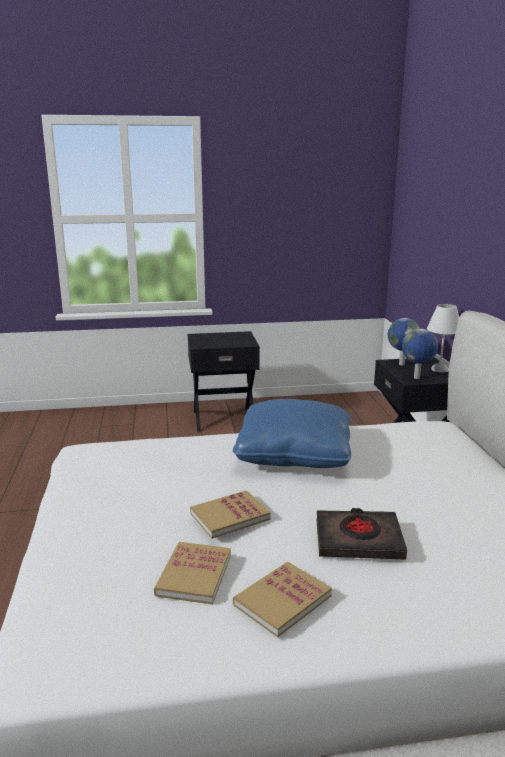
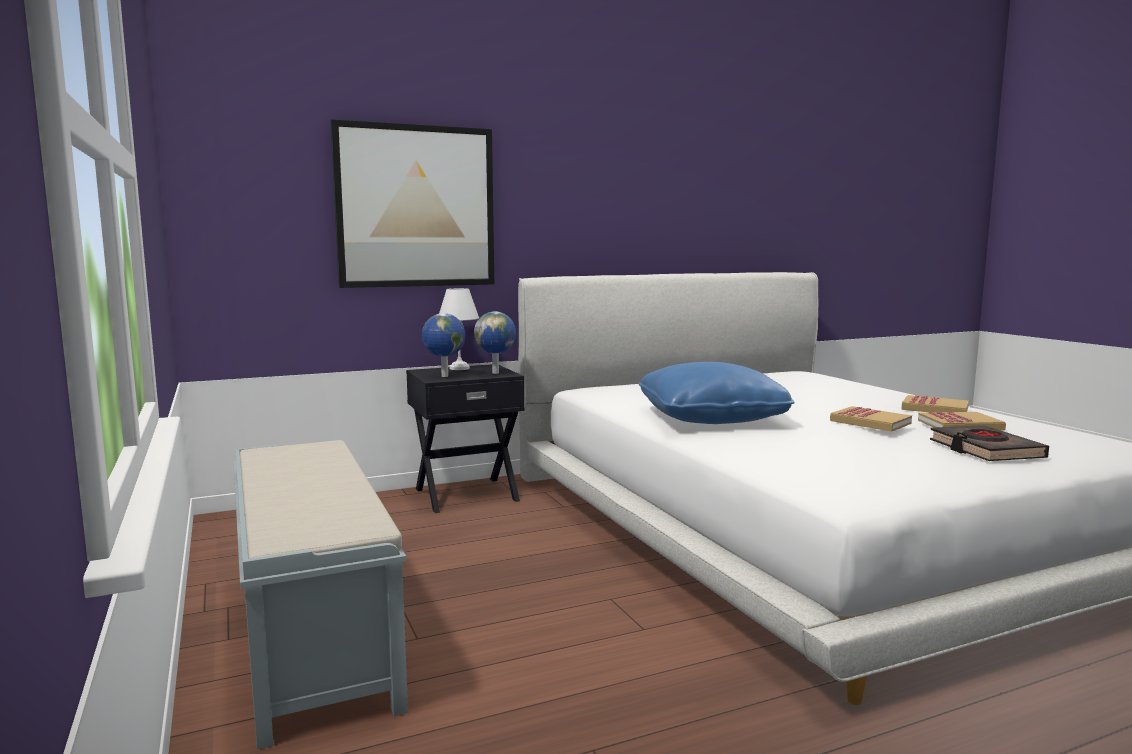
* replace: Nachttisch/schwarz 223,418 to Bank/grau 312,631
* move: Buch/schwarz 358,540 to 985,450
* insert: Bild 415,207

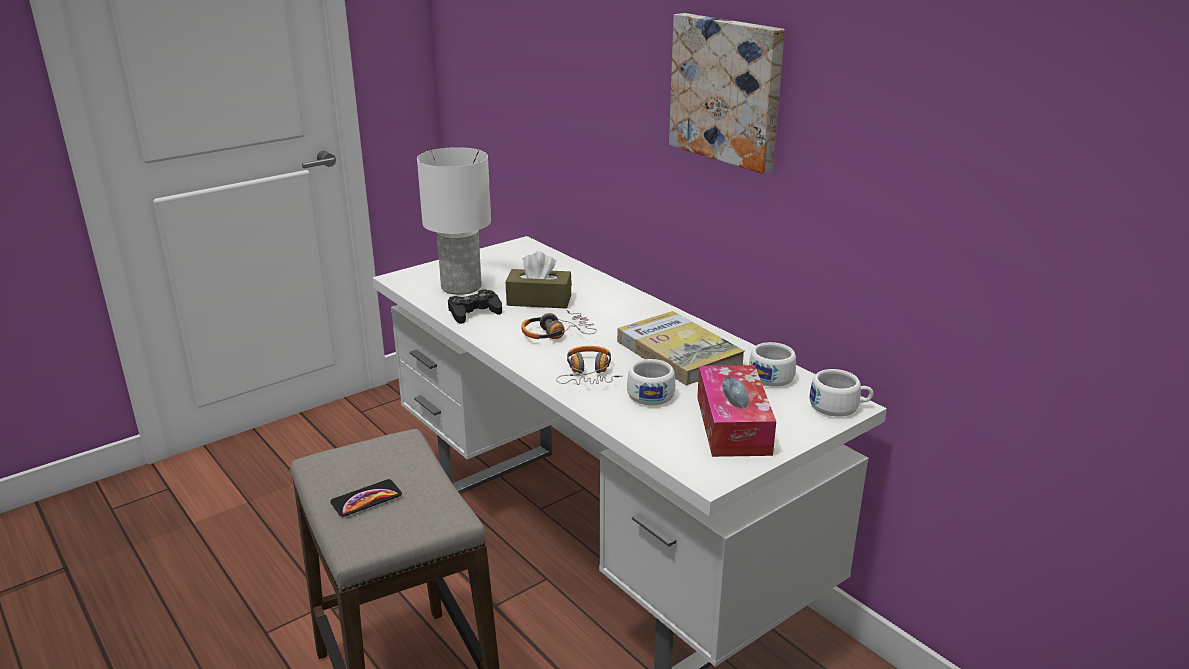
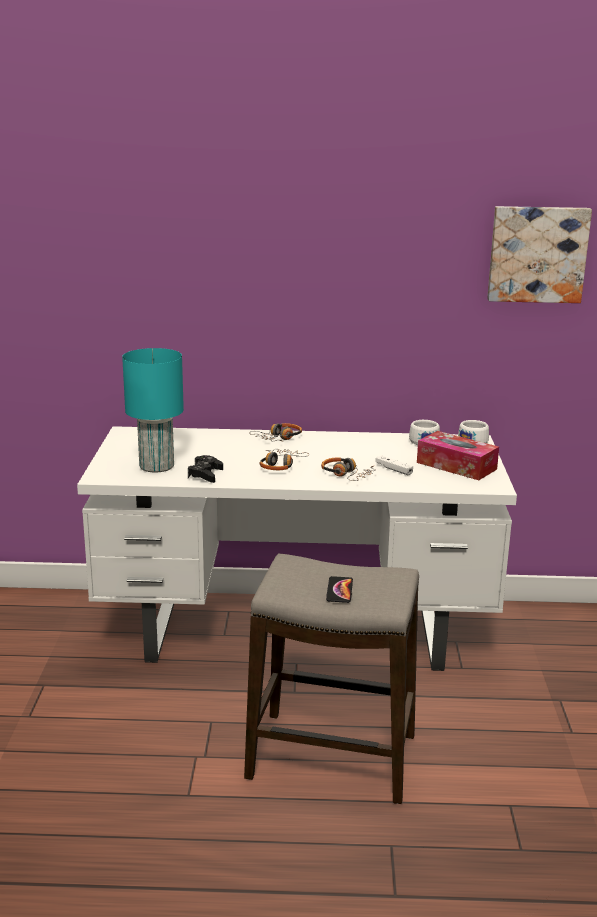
* recolor: Tischlampe/weiß 460,287 to Tischlampe/türkis 156,466
* delete: Taschentuchbox/braun 539,300
* delete: Buch 678,352
* replace: Tasse/weiß 650,393 to Gamepad/weiß 393,469
* move: Bild 728,90 to 537,254
* insert: Kopfhörer 278,438

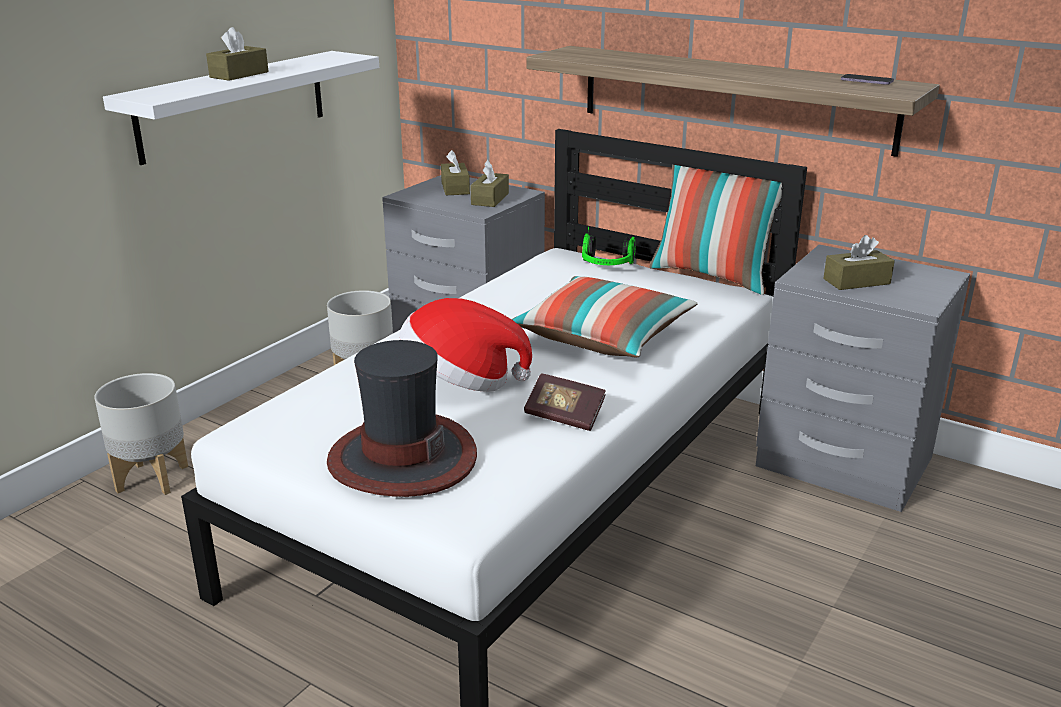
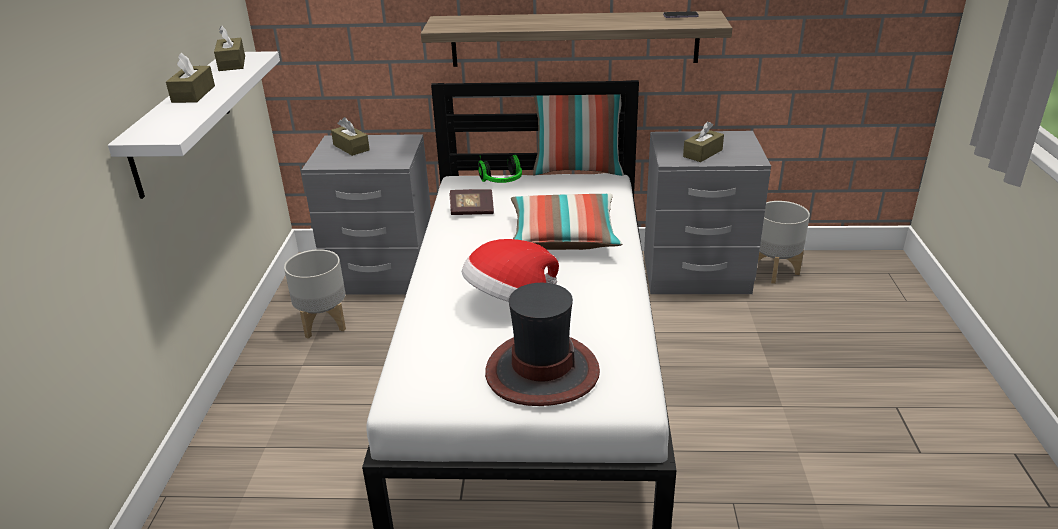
* move: Pflanzkübel/grau 152,478 to 773,270
* move: Taschentuchbox/braun 490,199 to 232,63
* move: Buch 564,416 to 472,211

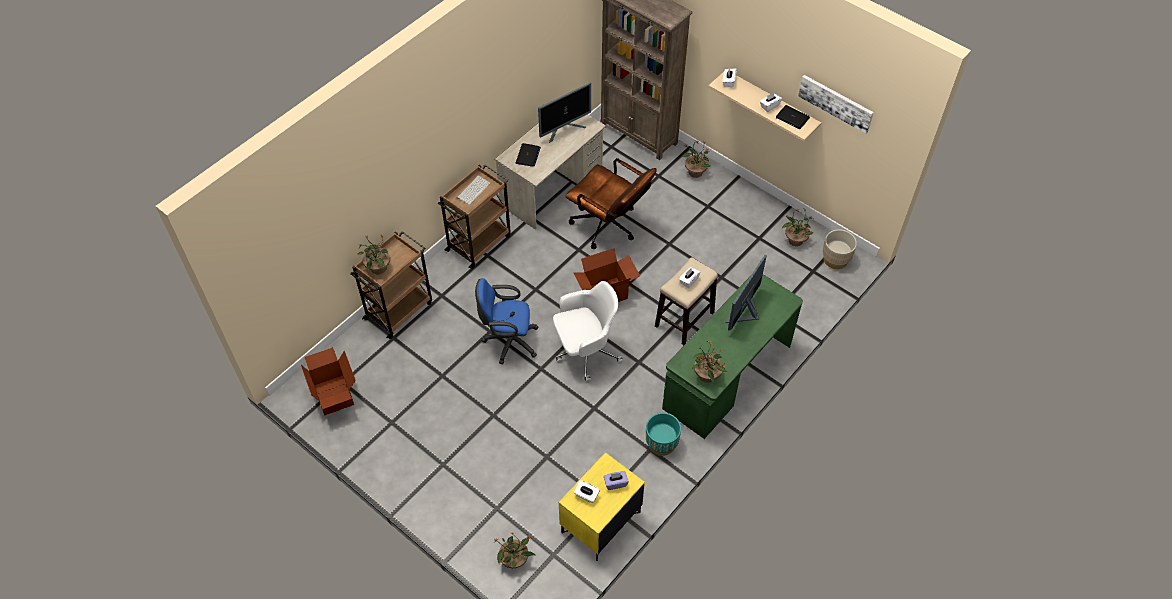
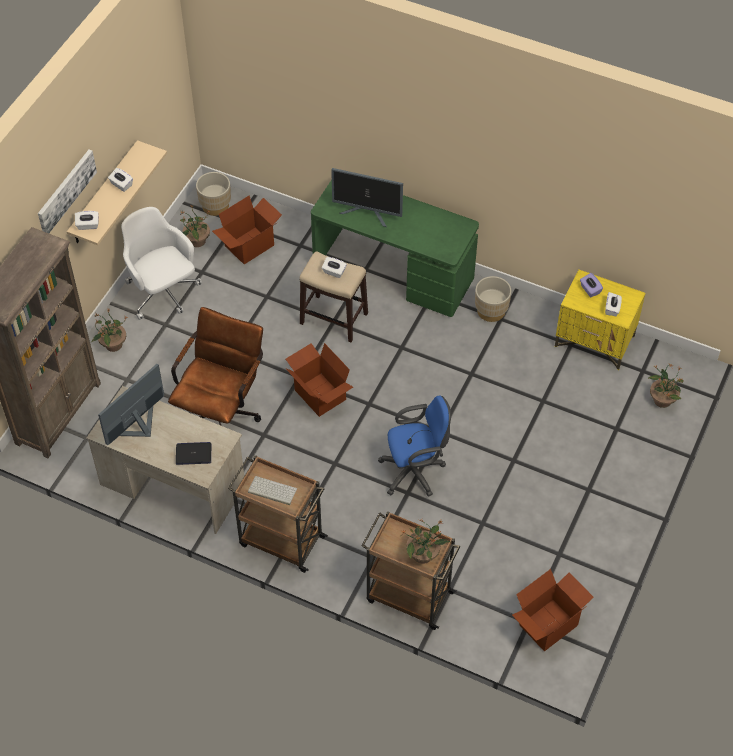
* rotate: Bürostuhl/blau 508,341 = 415,471 90 degrees counterclockwise
* rotate: Monitor 564,129 = 138,427 90 degrees counterclockwise
* move: Bürostuhl/weiß 585,351 to 163,293
* recolor: Pflanzkübel/türkis 661,443 to Pflanzkübel/beige 491,311
* delete: Topfpflanze 707,376
* delete: Laptop 792,118
* move: Bild 836,103 to 66,191
* insert: Karton 250,246

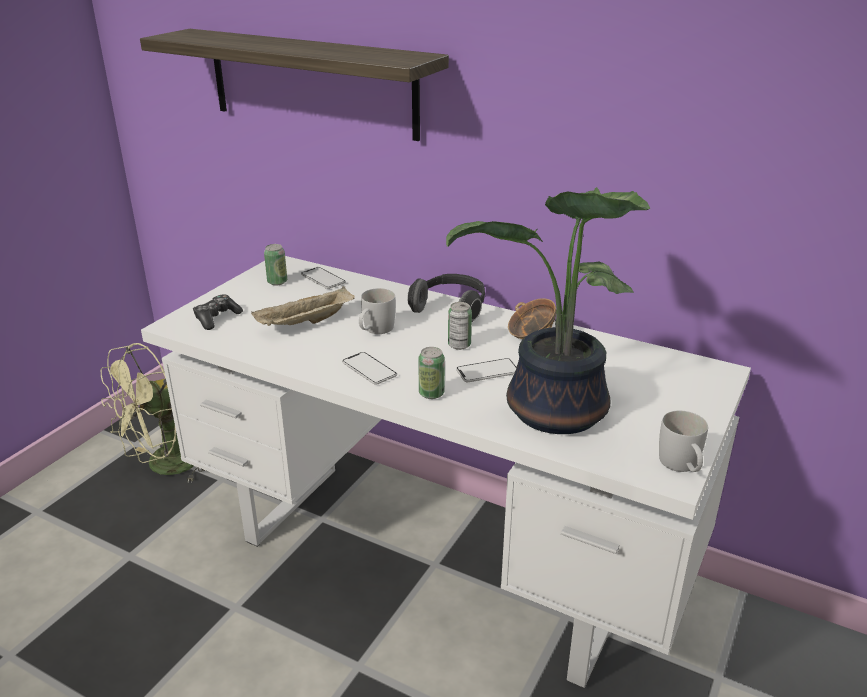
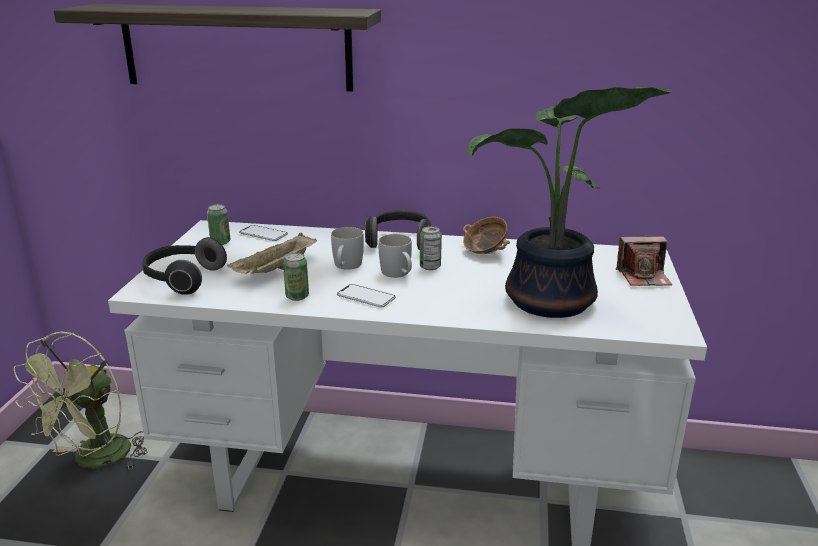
* replace: Gamepad 216,318 to Kopfhörer 183,279
* move: Dose 431,393 to 297,296
* delete: Handy 487,371
* move: Henkelbecher/weiß 681,466 to 398,274
* insert: Kamera 643,277

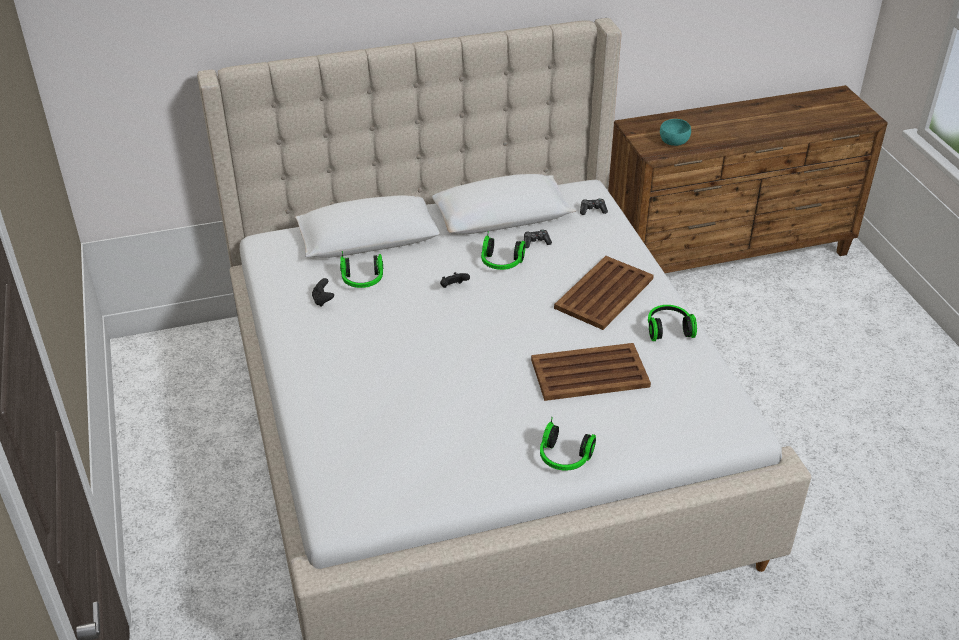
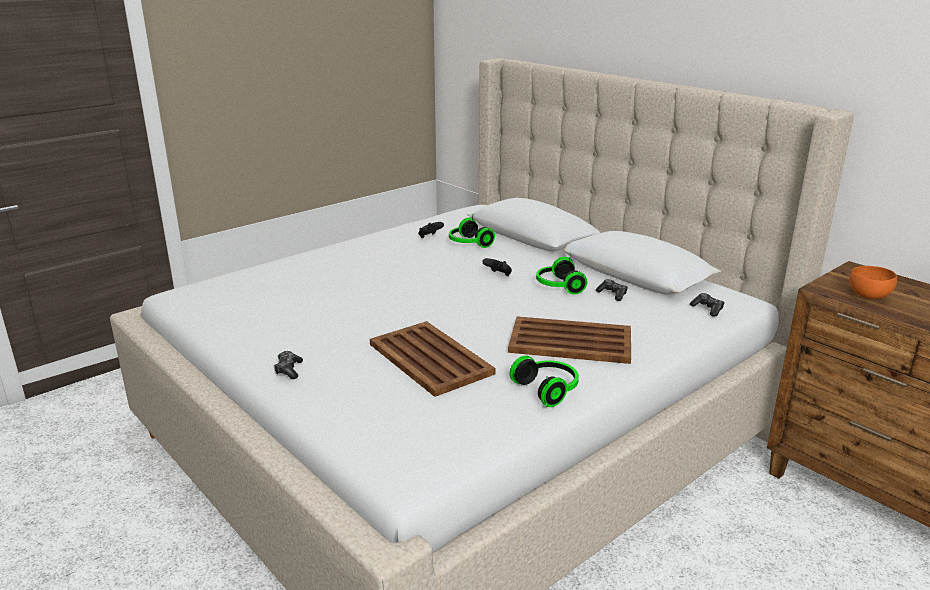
* replace: Kopfhörer 564,458 to Gamepad 288,370
* recolor: Schüssel/türkis 674,142 to Schüssel/orange 868,296

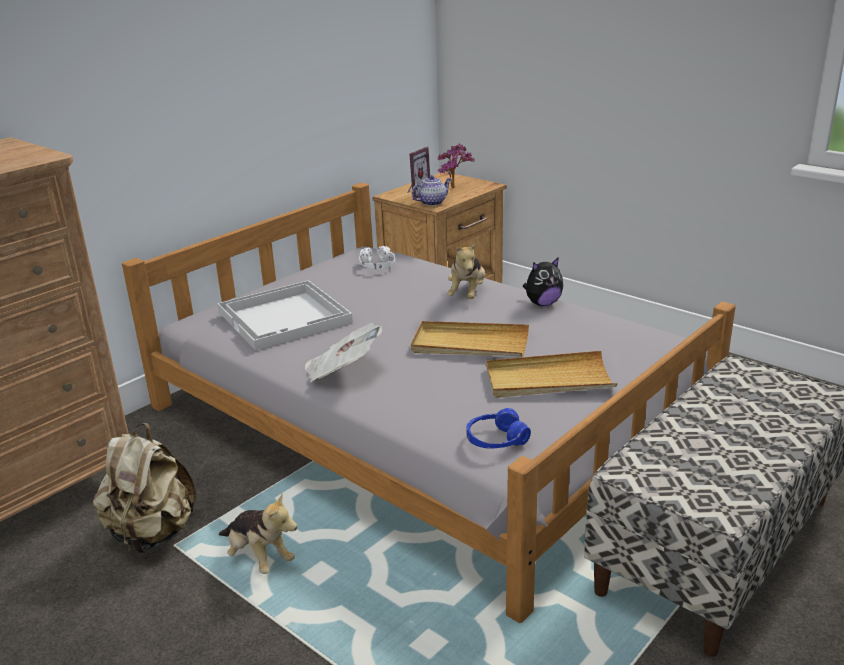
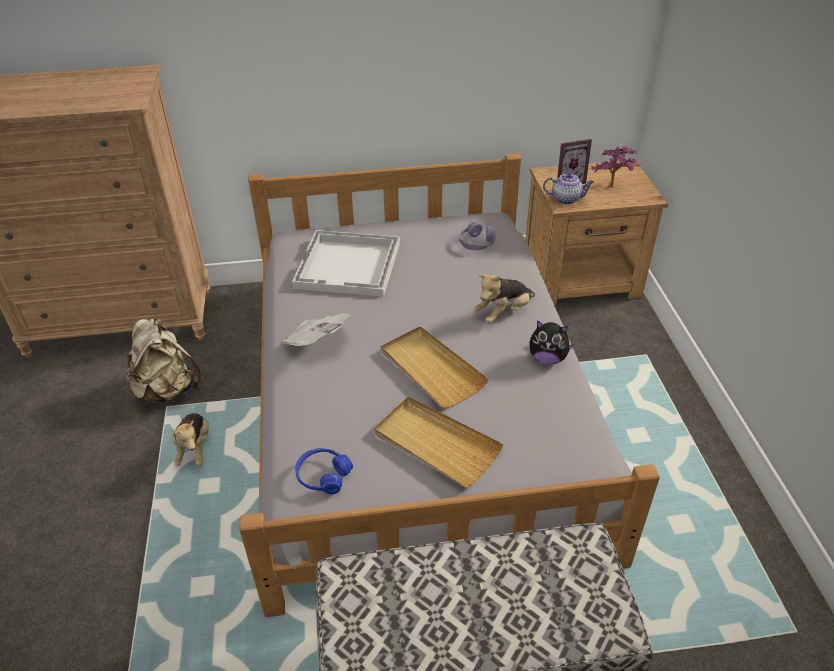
* recolor: Kopfhörer/weiß 377,266 to Kopfhörer/lila 477,243

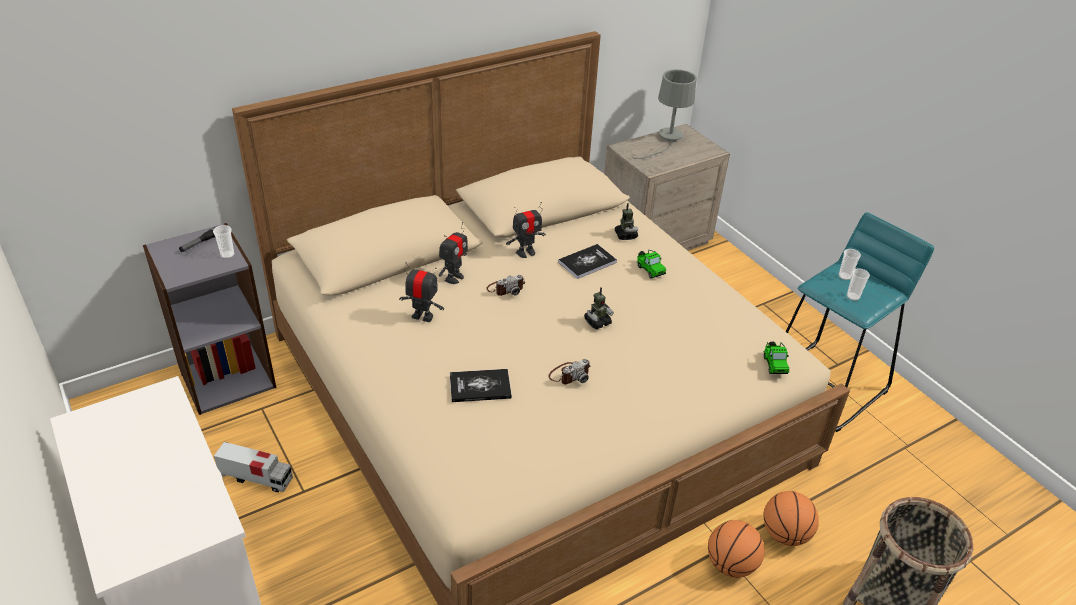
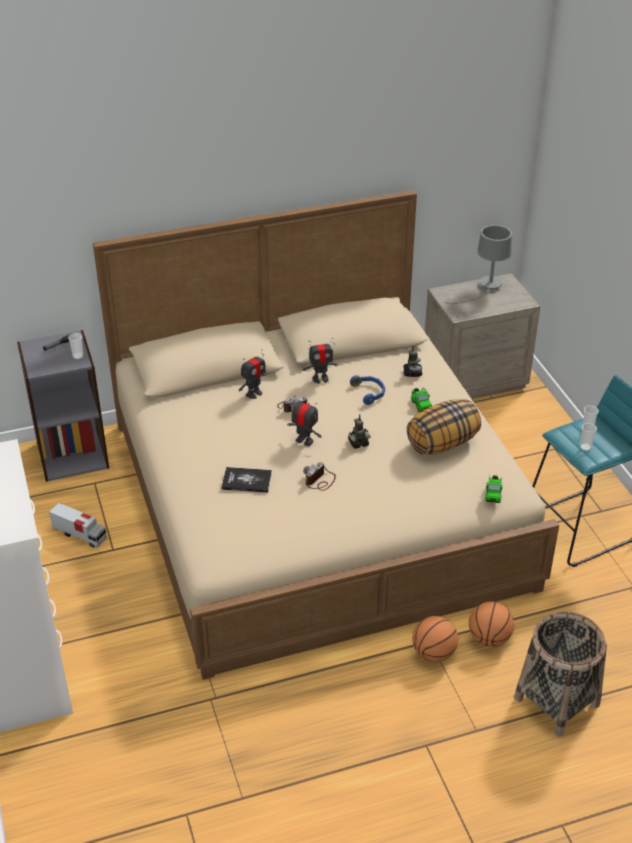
* move: Spielzeugroboter 422,316 to 304,441
* rotate: Kamera 569,375 = 319,481 150 degrees clockwise
* replace: Buch 587,262 to Kopfhörer/blau 369,392
* insert: Kissen 442,443

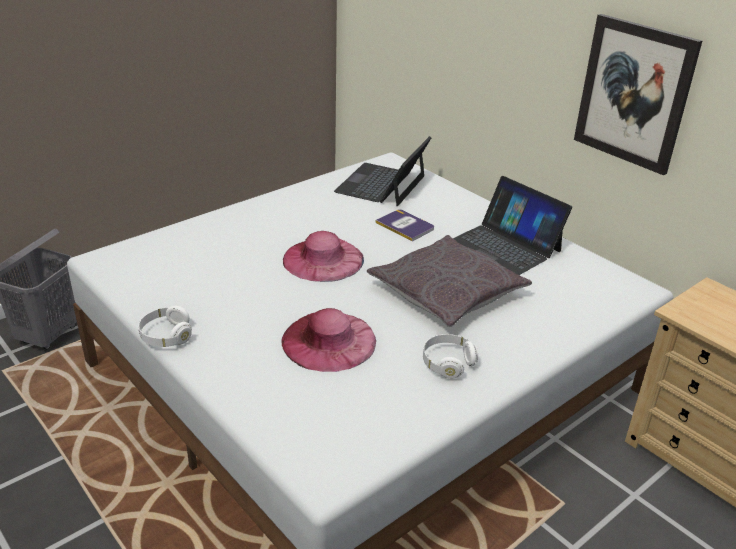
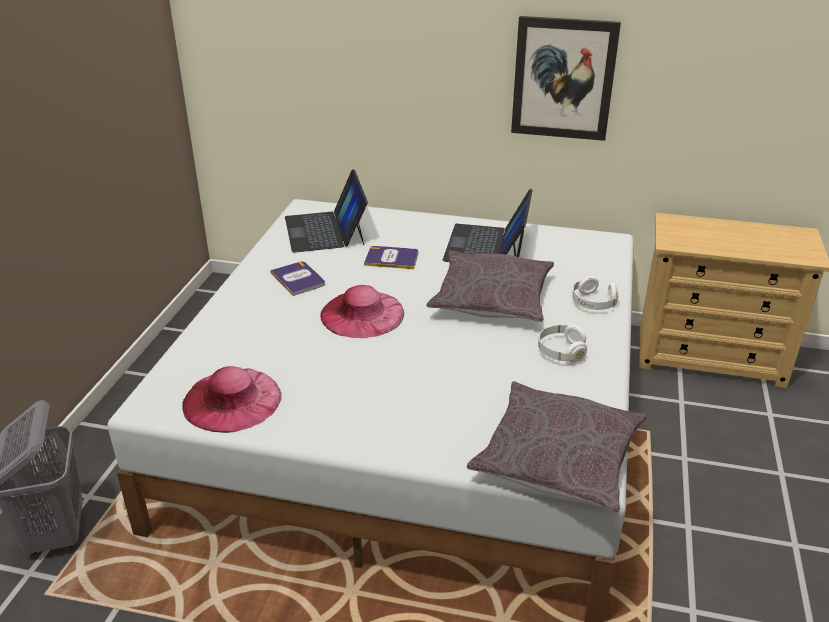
* move: Kopfhörer/weiß 166,336 to 593,303
* move: Hut/rosa 329,341 to 232,400
* rotate: Laptop 504,247 = 487,246 90 degrees clockwise
* insert: Buch 298,279
* insert: Kissen/grau 557,457

